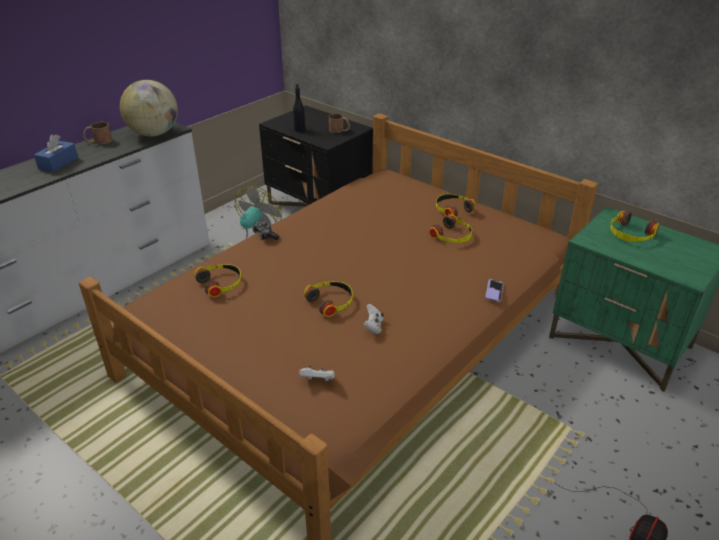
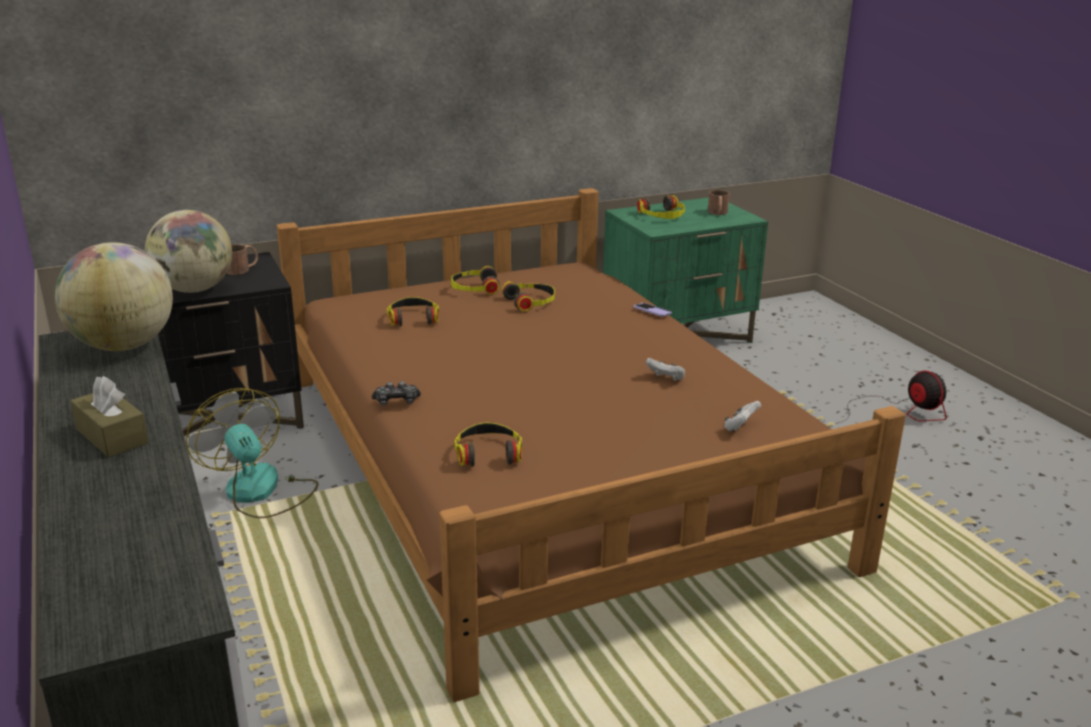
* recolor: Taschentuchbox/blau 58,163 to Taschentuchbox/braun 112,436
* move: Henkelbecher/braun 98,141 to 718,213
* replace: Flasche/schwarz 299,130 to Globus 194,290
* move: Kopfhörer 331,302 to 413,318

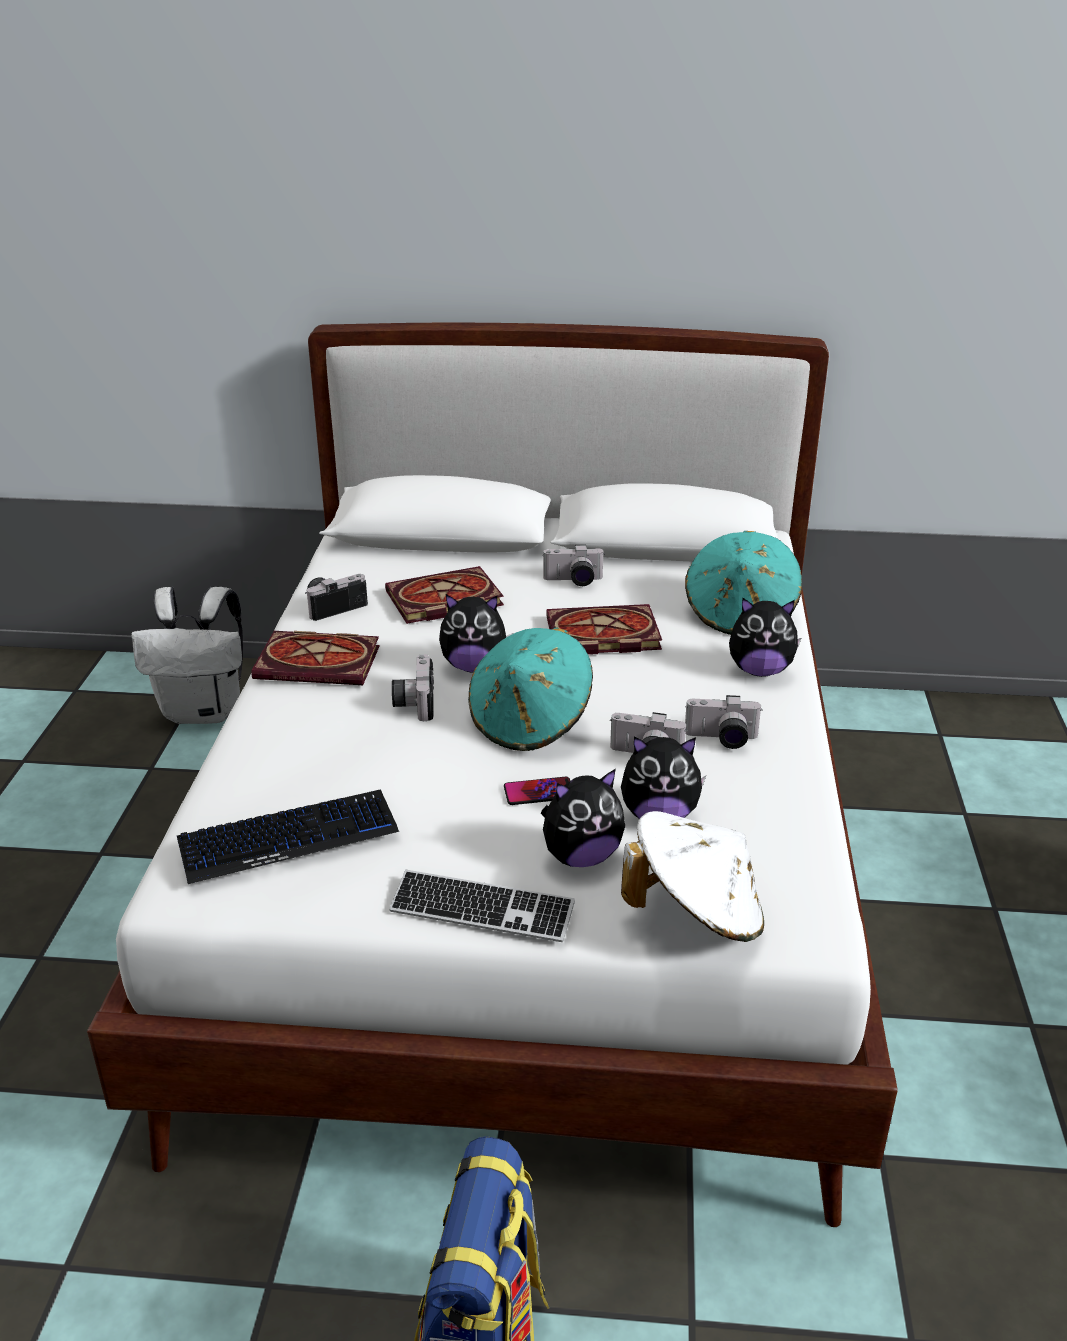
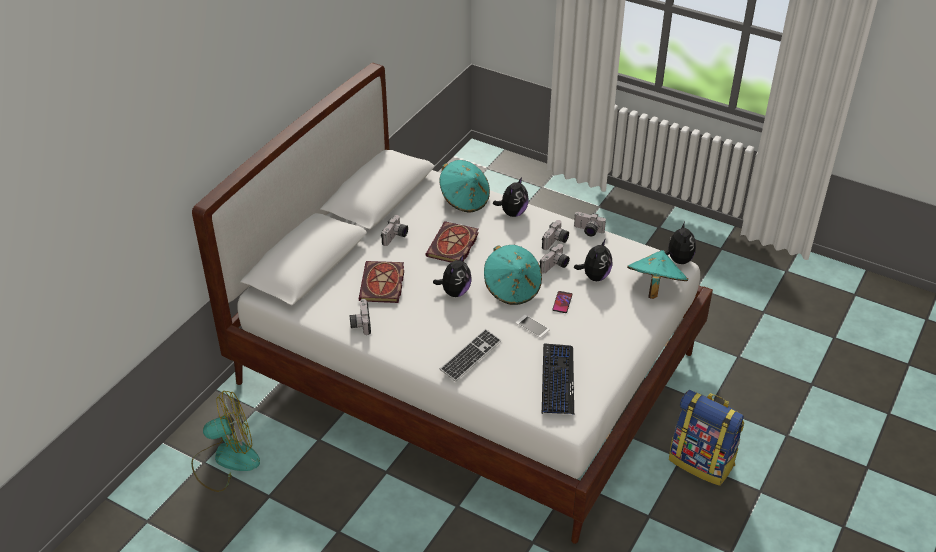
* replace: Rucksack/weiß 204,711 to Ventilator 226,460
* delete: Buch 321,662
* move: Tastatur 482,910 to 470,356
* move: Kamera 413,702 to 588,231
* move: Plüschtier 581,856 to 677,260
* recolor: Hut/weiß 696,913 to Hut/türkis 654,287
* insert: Handy 532,326

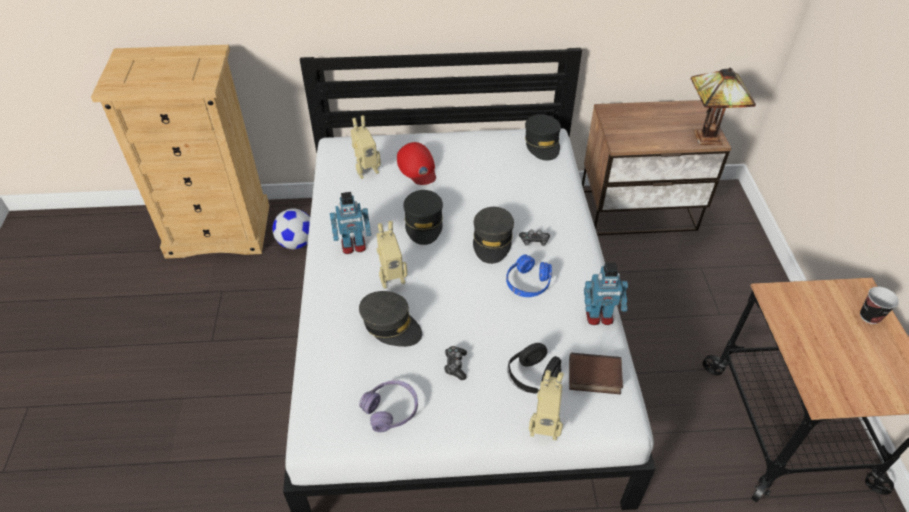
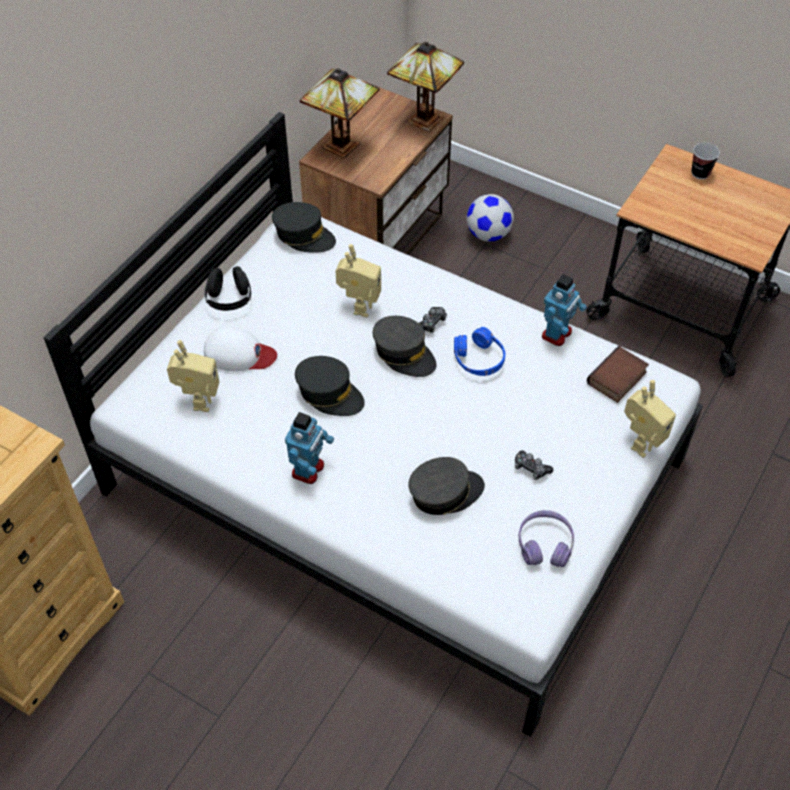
* move: Fußball 296,243 to 488,234
* move: Spielzeugroboter 391,278 to 359,306
* recolor: Kappe/rot 417,167 to Kappe/weiß 239,354
* move: Kopfhörer/schwarz 532,377 to 229,300
* insert: Tischlampe 344,146

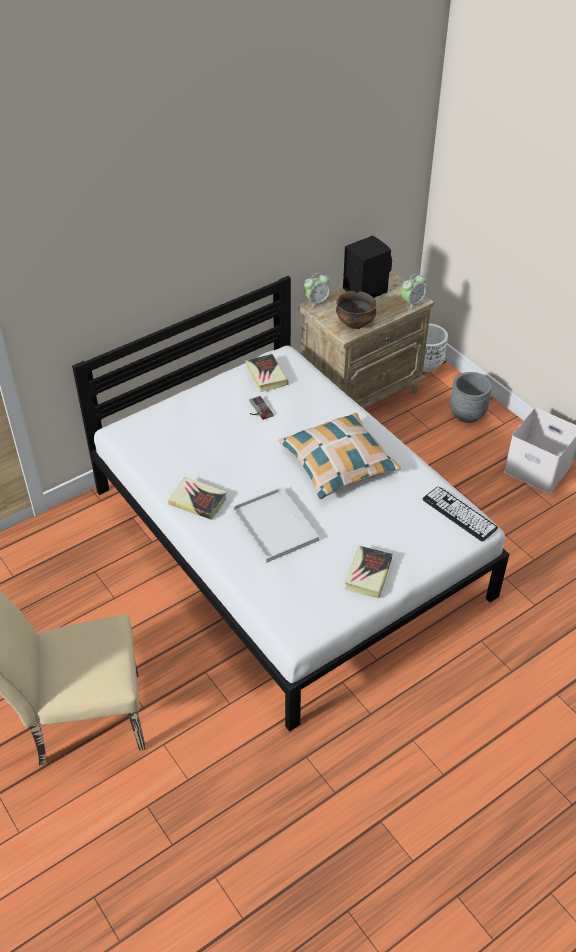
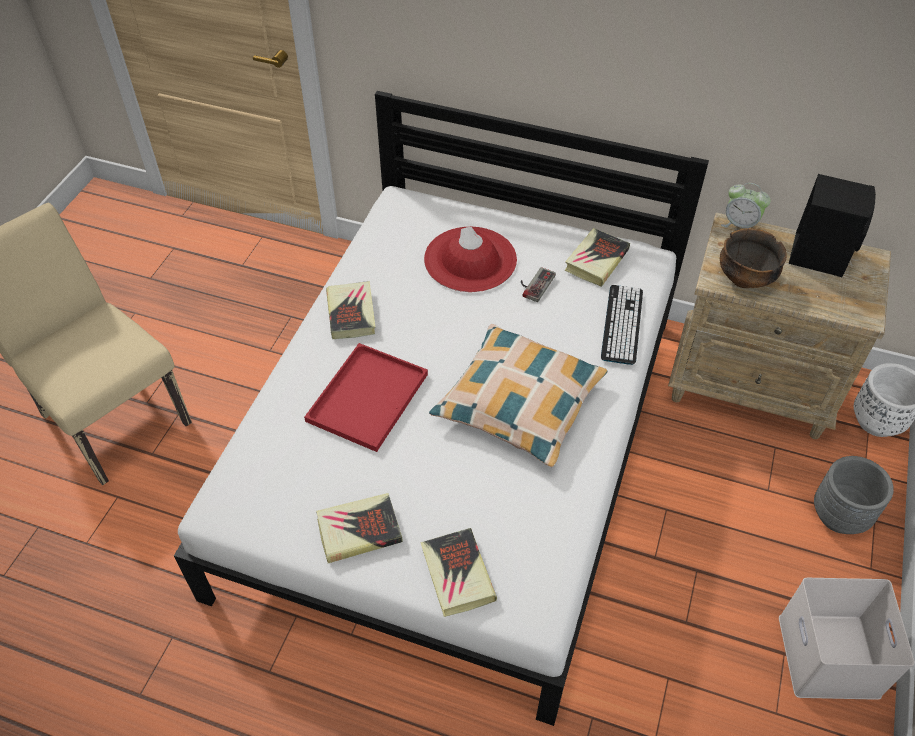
* recolor: Tablett/weiß 272,524 to Tablett/rot 367,395
* delete: Wecker 412,303
* move: Tastatur 459,514 to 622,324
* insert: Buch 457,574
* insert: Hut/rot 470,259

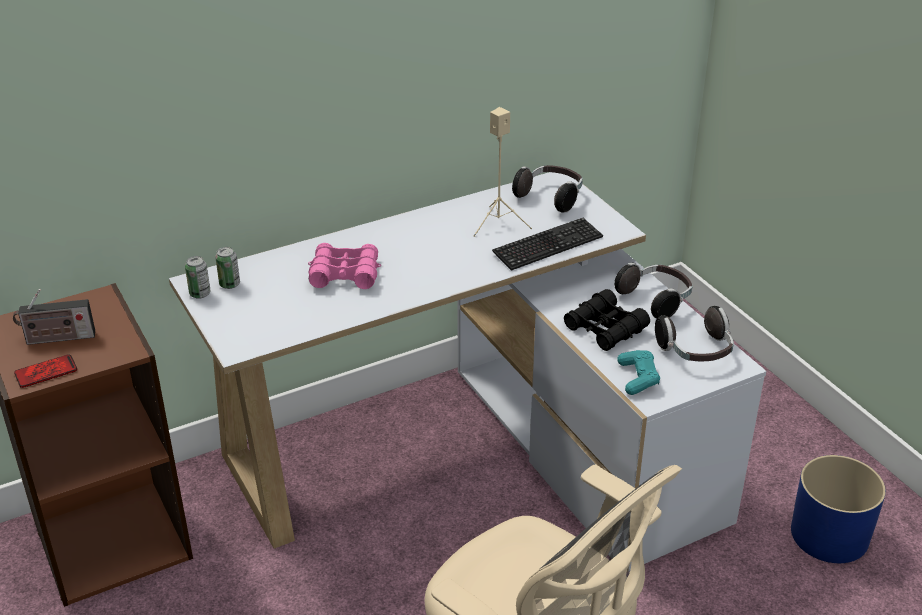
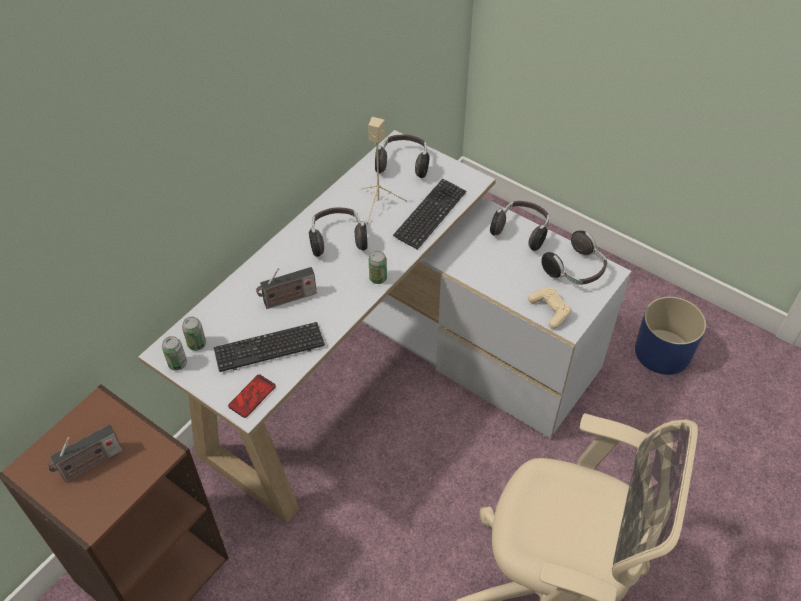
* move: Handy 46,372 to 252,396
* replace: Fernglas/rosa 344,274 to Radio 288,299
* delete: Fernglas/schwarz 605,328
* recolor: Gamepad/türkis 638,378 to Gamepad/beige 550,310
* insert: Tastatur 269,348
* insert: Kopfhörer 337,239
* insert: Dose 378,278

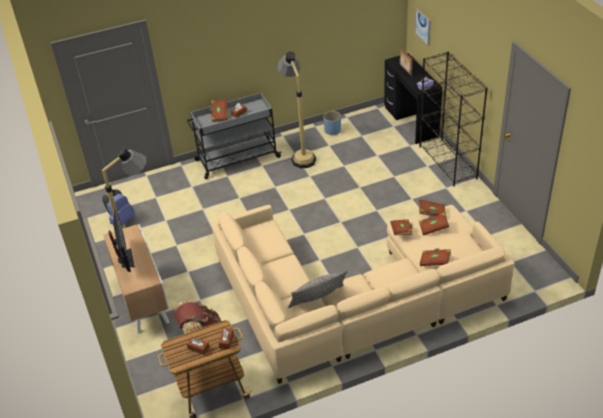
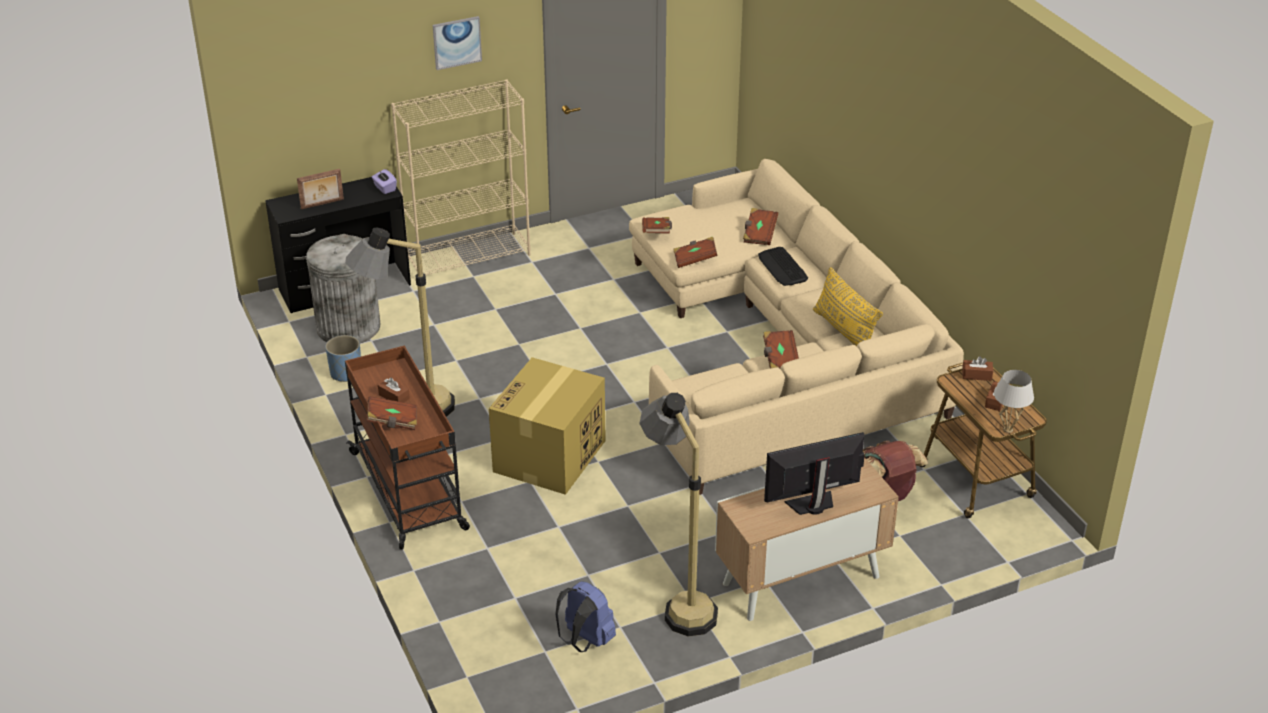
* recolor: Rollwagen/grau 236,159 to Rollwagen/braun 409,492
* recolor: Kissen/grau 318,299 to Kissen/gelb 844,331
* move: Bild 423,26 to 457,42
* recolor: Bücherregal/schwarz 448,162 to Bücherregal/beige 469,256
* move: Buch/braun 433,228 to 780,359
* insert: Mülleimer/grau 348,327
* insert: Karton 549,457
* insert: Tastatur 782,267
* insert: Tischlampe/weiß 1008,430

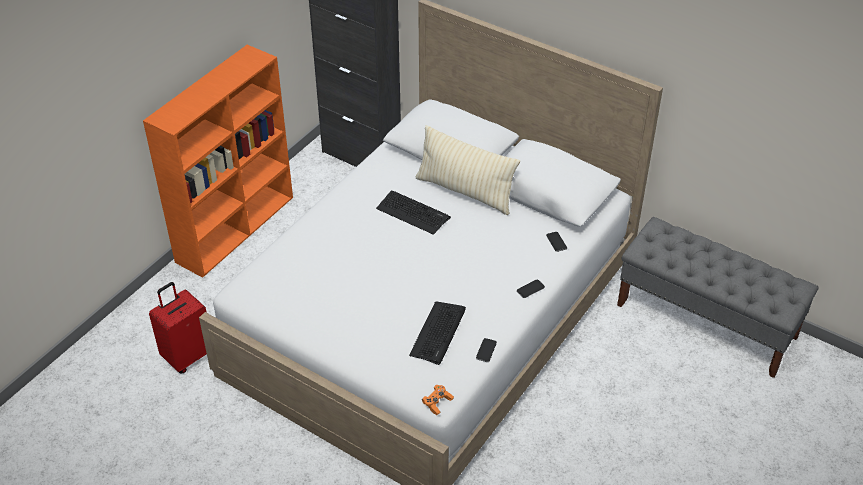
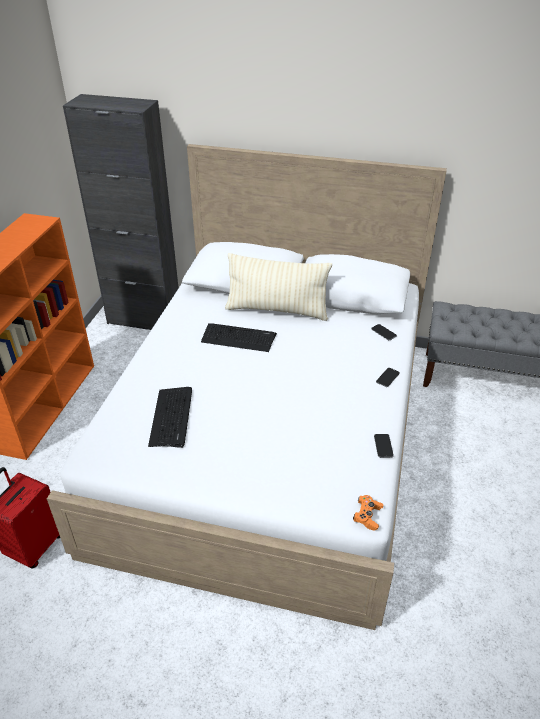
* move: Tastatur 438,333 to 172,417

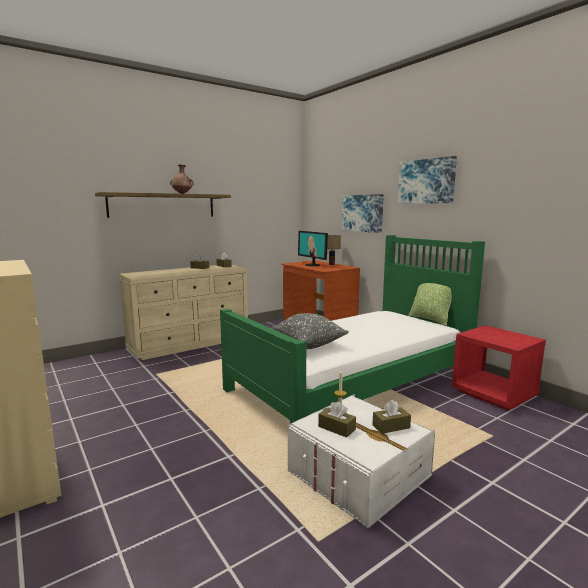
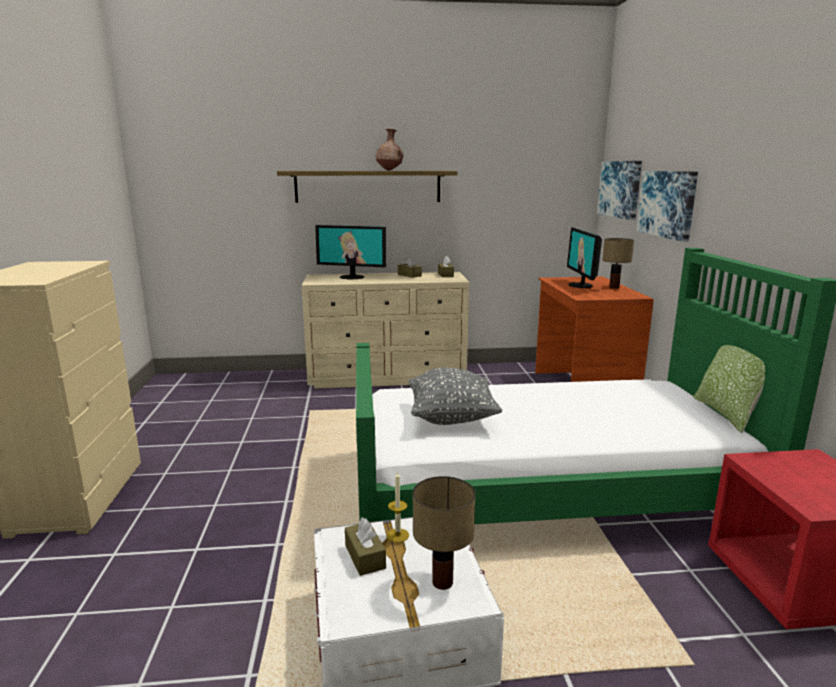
* replace: Taschentuchbox/braun 391,426 to Tischlampe 441,583
* move: Bild 426,181 to 620,189
* insert: Monitor 352,277

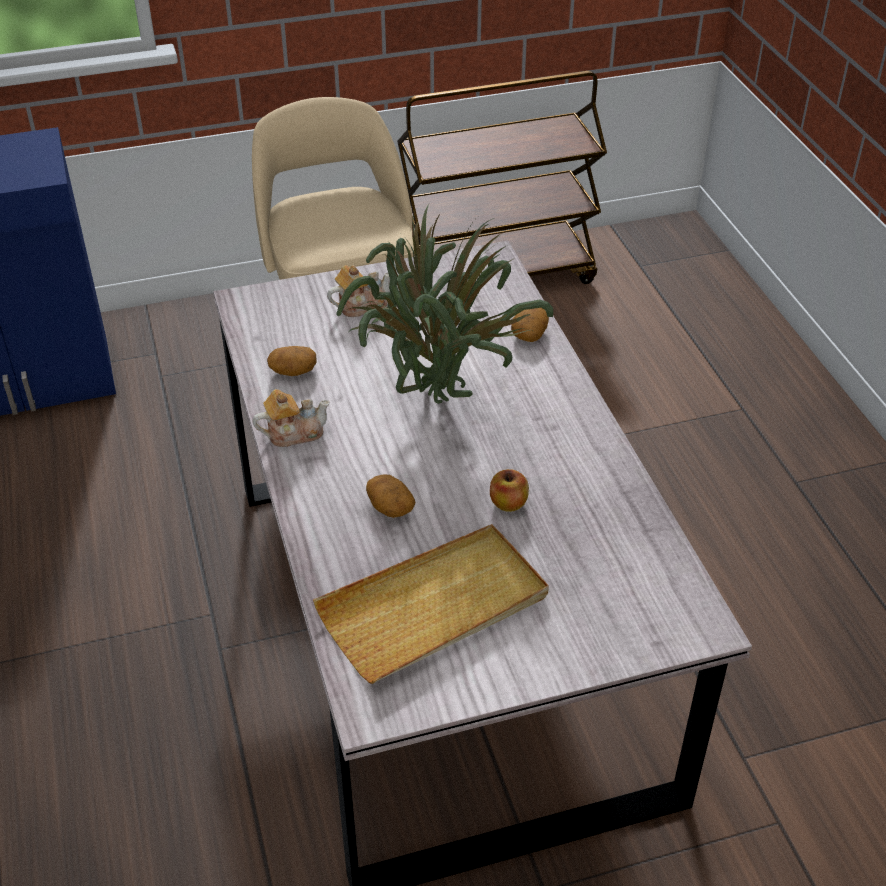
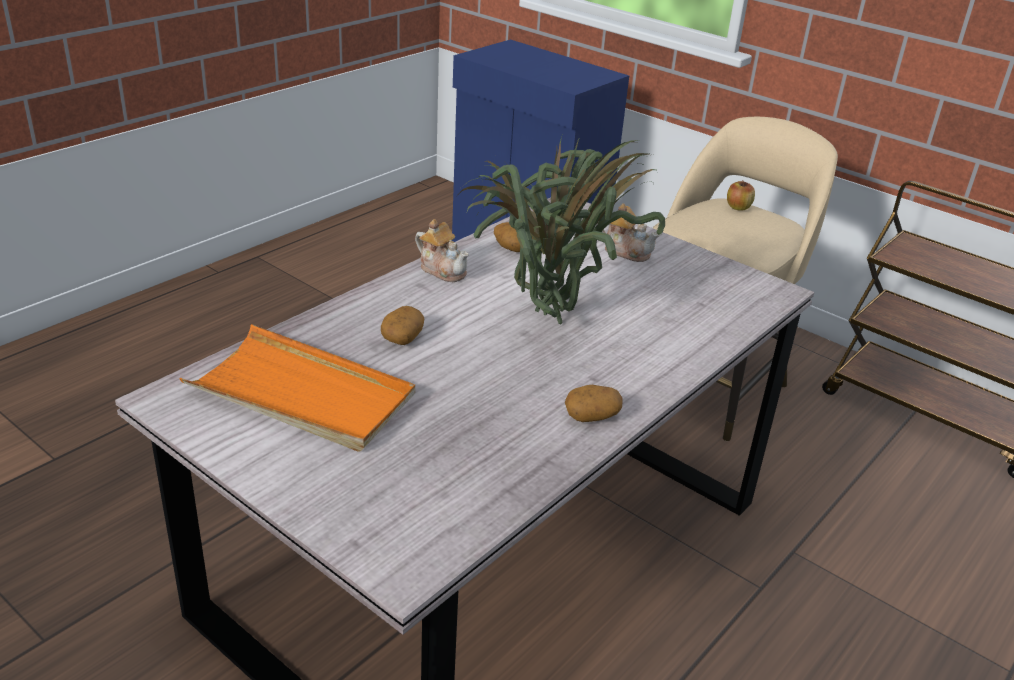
* recolor: Tablett/beige 434,607 to Tablett/orange 302,395
* move: Apfel 508,503 to 738,207
* move: Kartoffel 529,333 to 592,415

